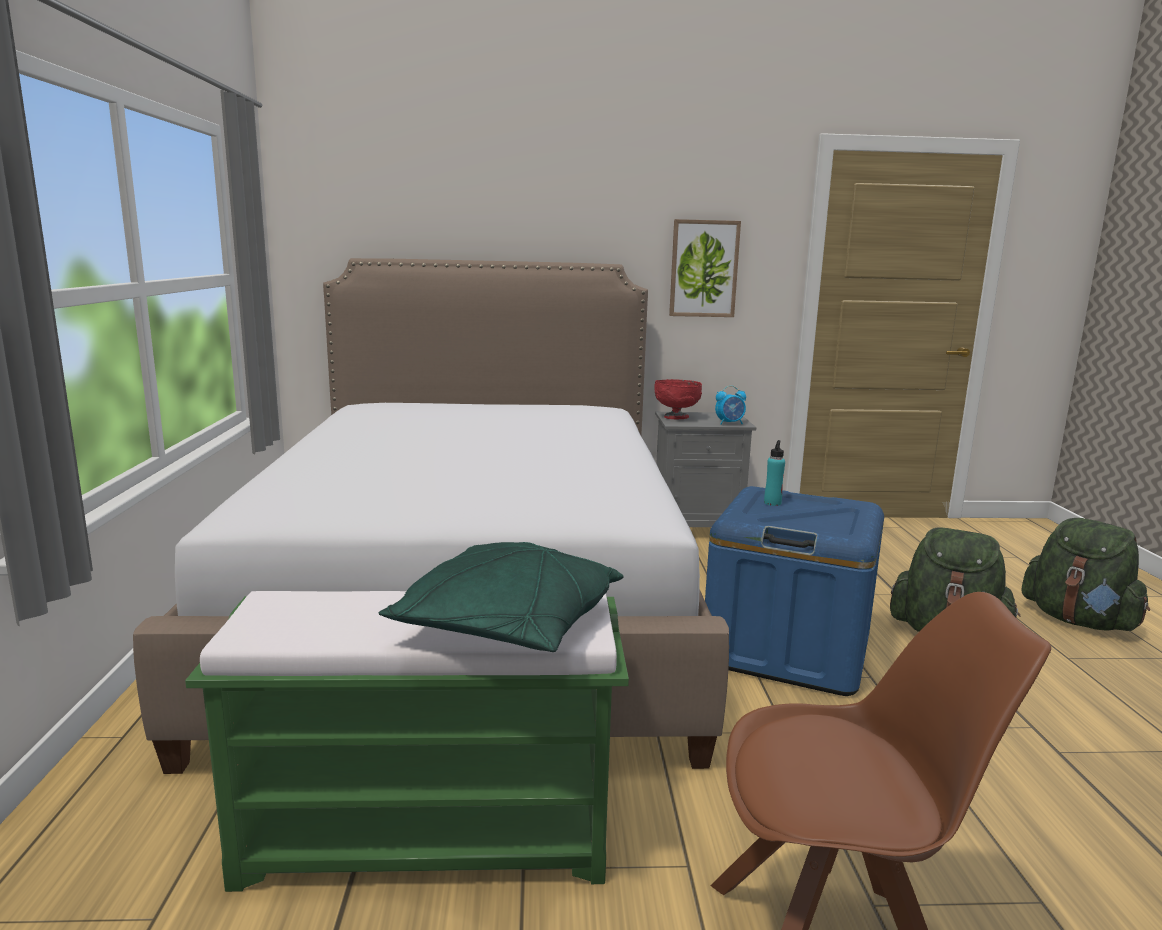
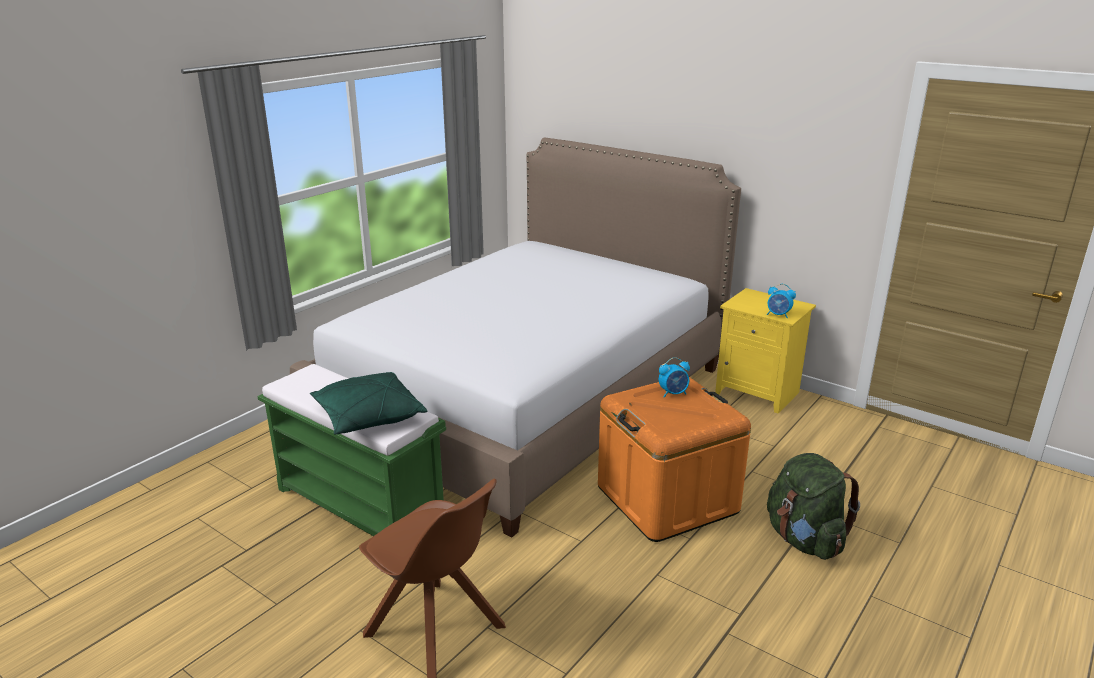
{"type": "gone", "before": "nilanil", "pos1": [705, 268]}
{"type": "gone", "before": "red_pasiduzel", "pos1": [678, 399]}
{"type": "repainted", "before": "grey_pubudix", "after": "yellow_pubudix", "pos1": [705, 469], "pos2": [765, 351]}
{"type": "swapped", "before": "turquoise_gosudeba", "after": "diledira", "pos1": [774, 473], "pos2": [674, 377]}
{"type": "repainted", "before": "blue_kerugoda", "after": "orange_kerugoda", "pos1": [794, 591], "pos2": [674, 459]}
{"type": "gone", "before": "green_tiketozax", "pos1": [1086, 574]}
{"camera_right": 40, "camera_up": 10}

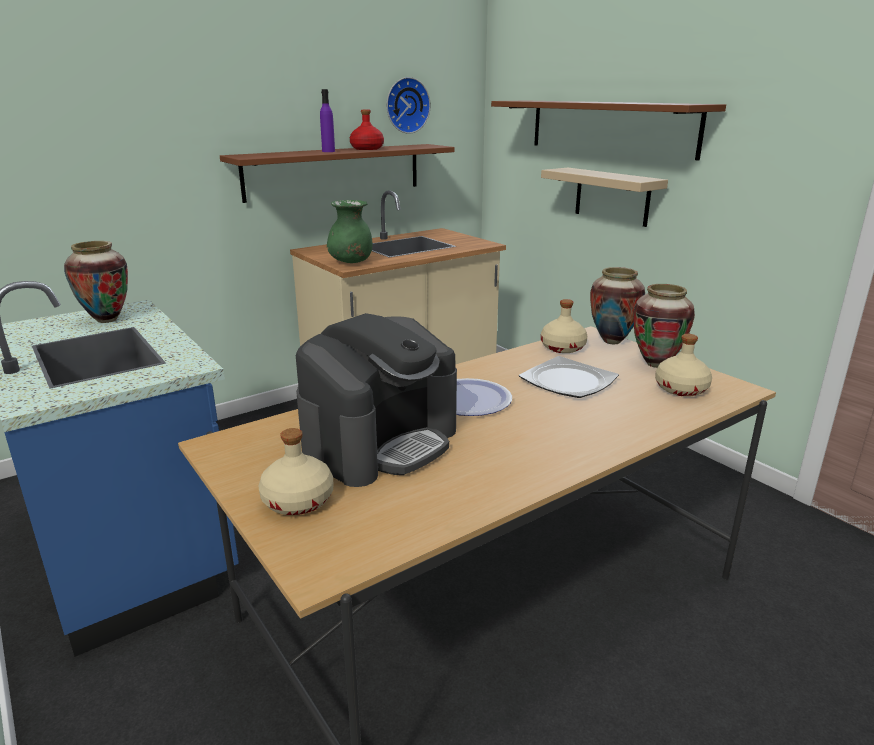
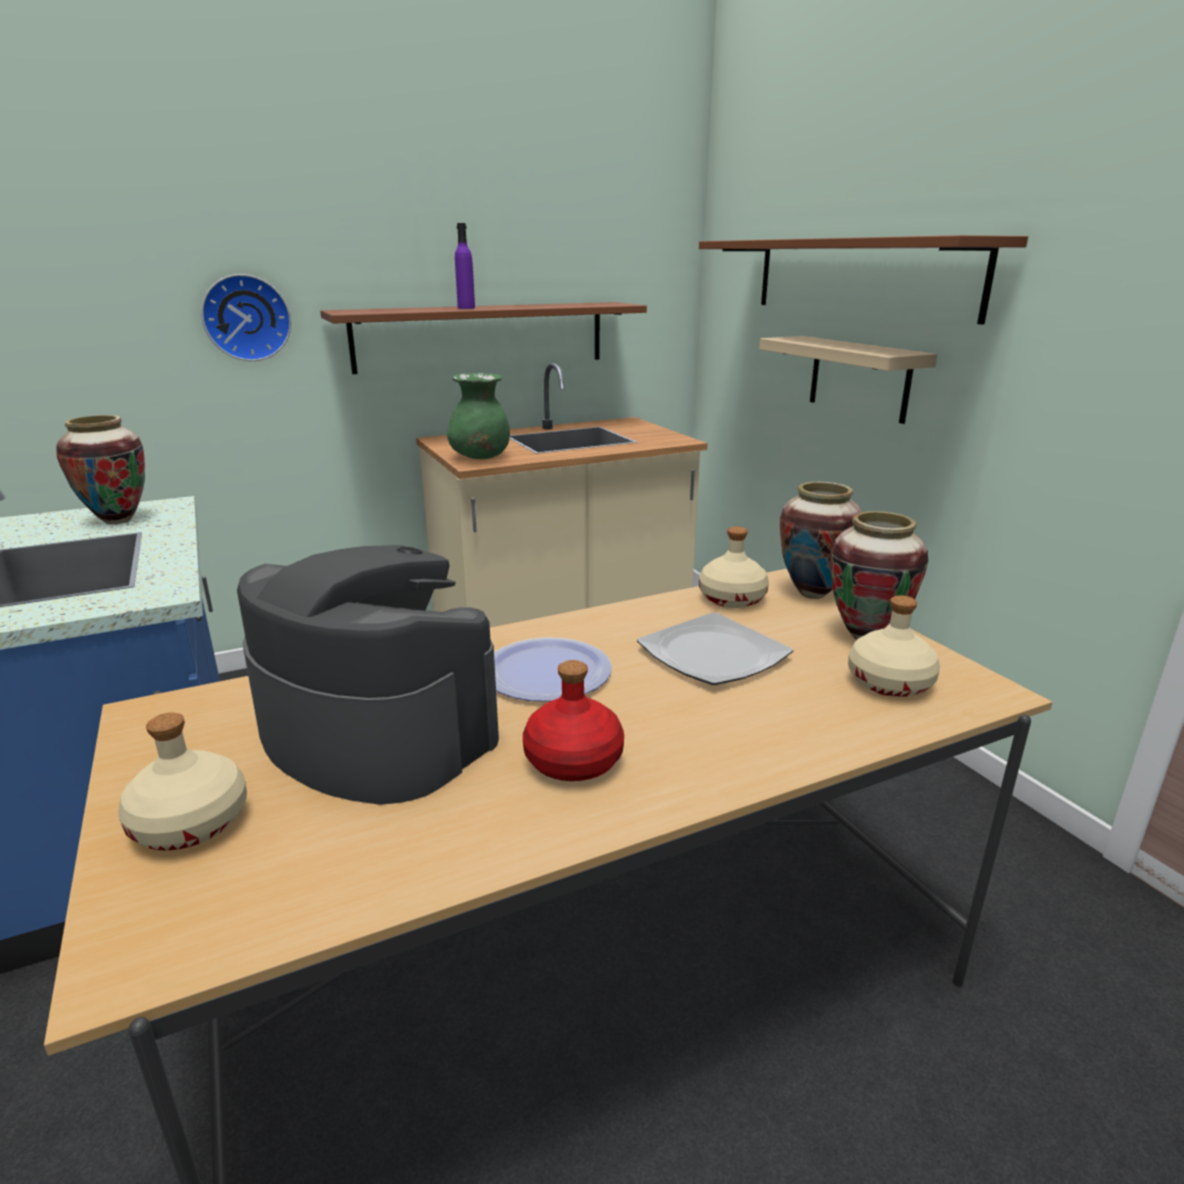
{"type": "shifted", "before": "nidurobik", "pos1": [409, 105], "pos2": [246, 317]}
{"type": "shifted", "before": "red_gosudeba", "pos1": [367, 130], "pos2": [573, 720]}
{"type": "rotated", "before": "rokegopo", "pos1": [376, 400], "pos2": [368, 675], "turn": -105}
{"camera_right": 10, "camera_up": 0}

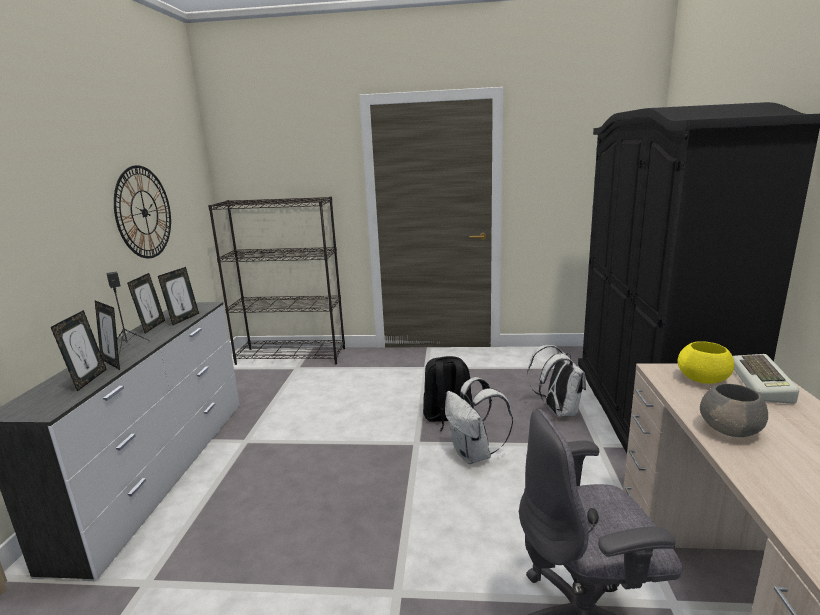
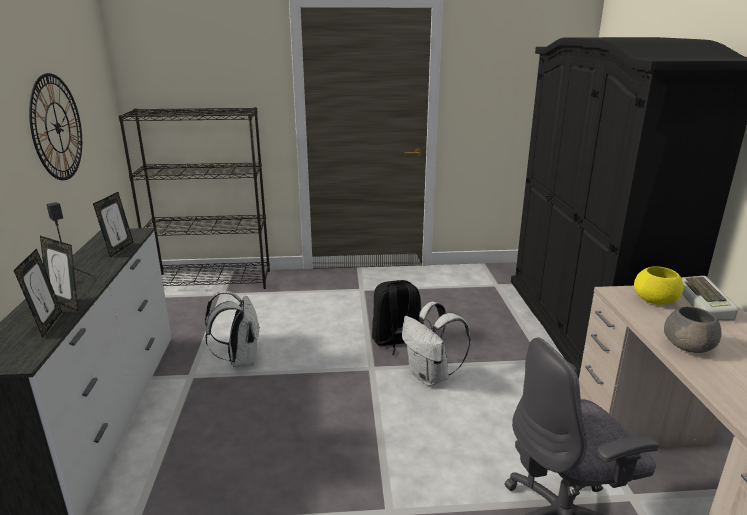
{"type": "gone", "before": "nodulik", "pos1": [146, 303]}
{"type": "shifted", "before": "white_tiketozax", "pos1": [556, 381], "pos2": [232, 329]}
{"camera_right": -10, "camera_up": 5}

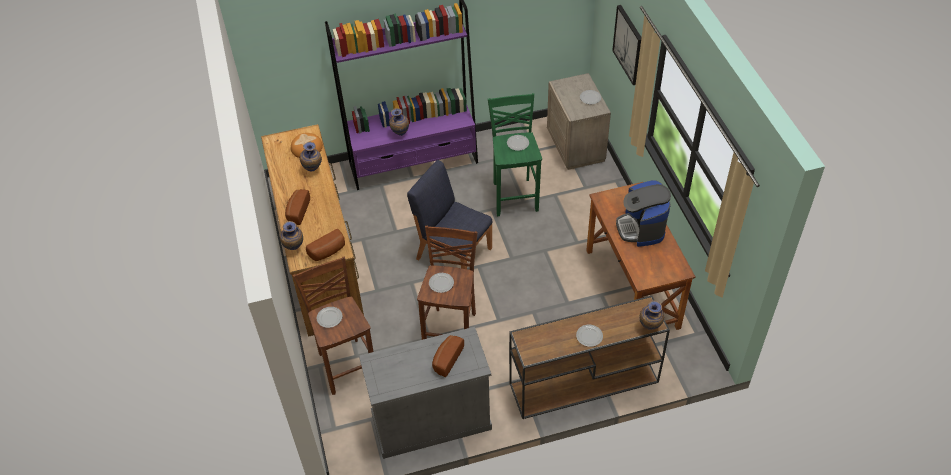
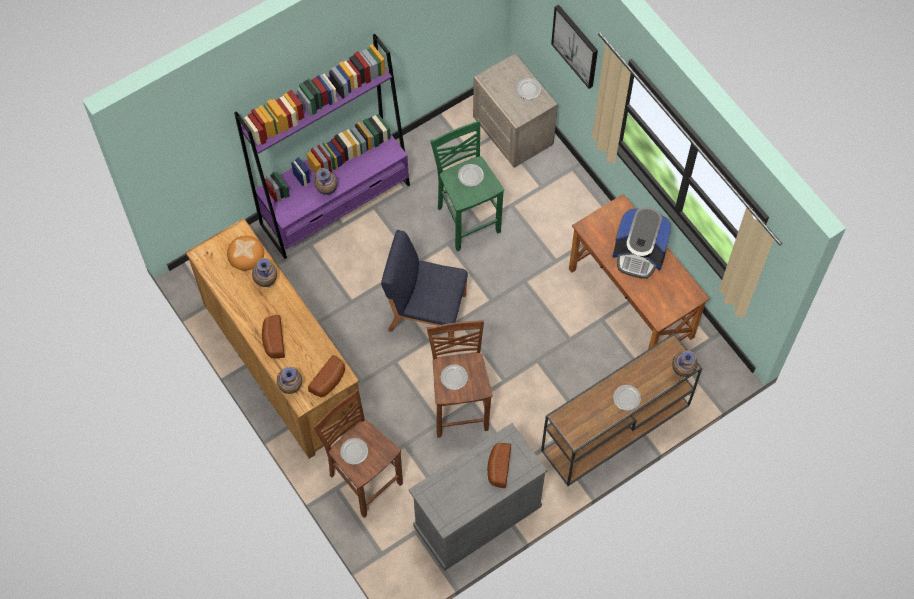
{"type": "rotated", "before": "rokegopo", "pos1": [643, 213], "pos2": [642, 243], "turn": -45}
{"camera_right": -20, "camera_up": 15}

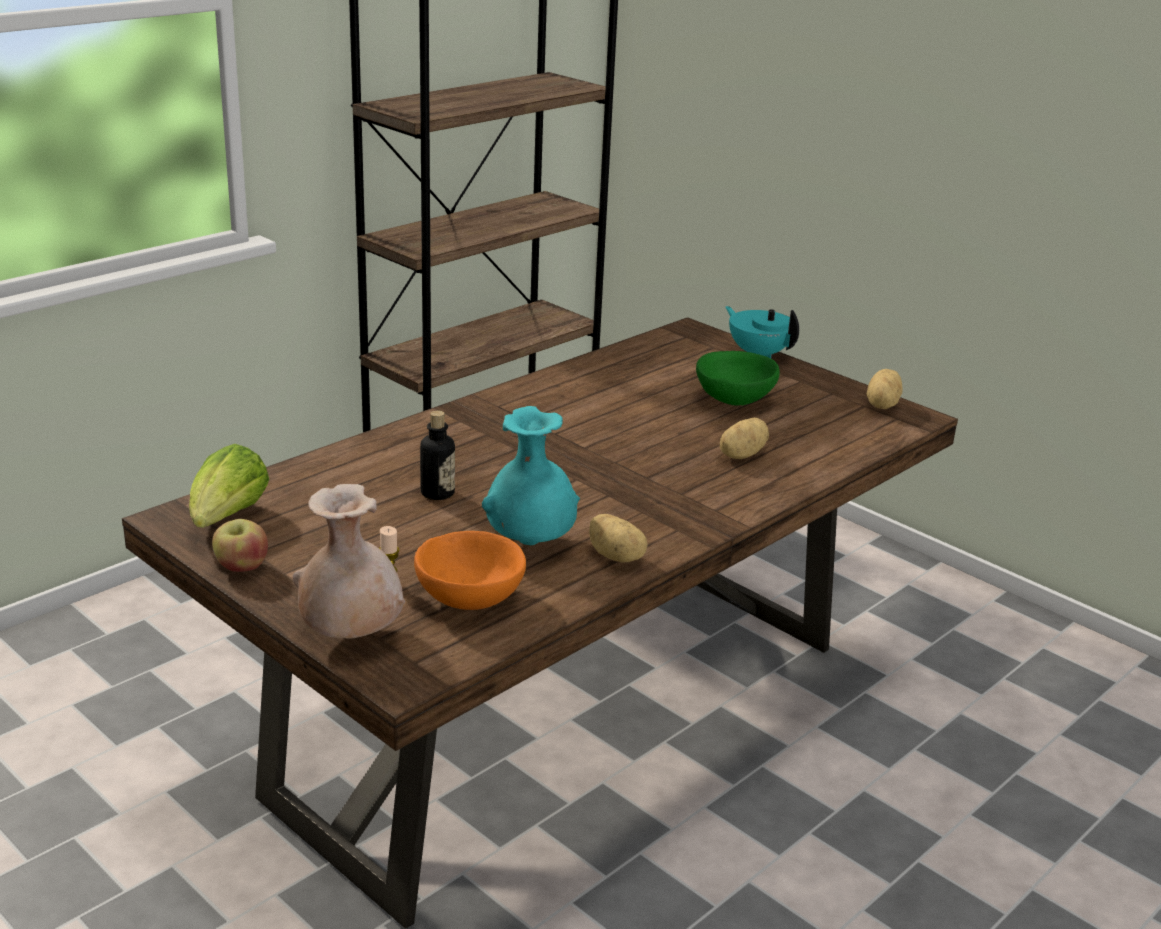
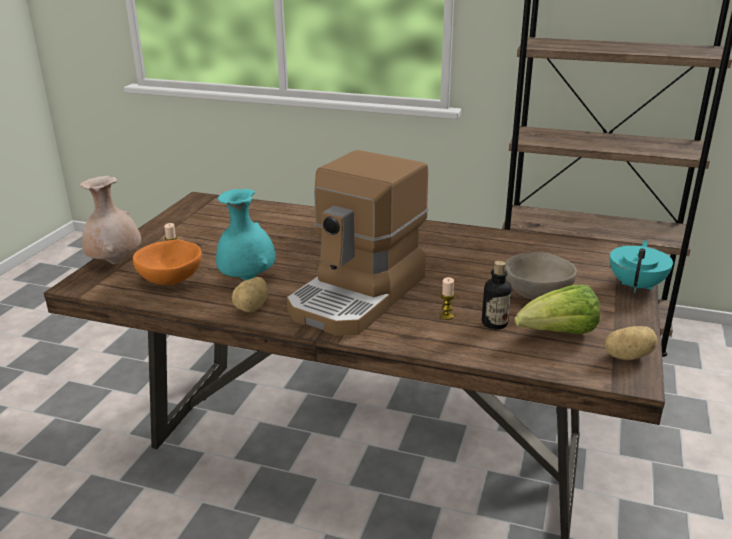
{"type": "repainted", "before": "green_pasiduzel", "after": "beige_pasiduzel", "pos1": [738, 378], "pos2": [541, 275]}
{"type": "shifted", "before": "gosudeba", "pos1": [437, 455], "pos2": [496, 295]}
{"type": "swapped", "before": "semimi", "after": "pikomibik", "pos1": [744, 438], "pos2": [447, 298]}
{"type": "shifted", "before": "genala", "pos1": [229, 486], "pos2": [557, 309]}
{"type": "gone", "before": "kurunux", "pos1": [240, 545]}
{"type": "new", "after": "rokegopo", "pos2": [357, 243]}
{"camera_right": 65, "camera_up": 0}

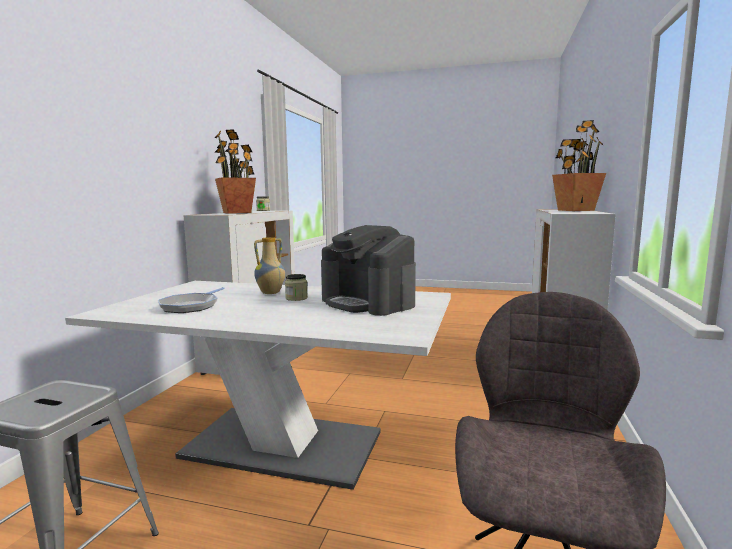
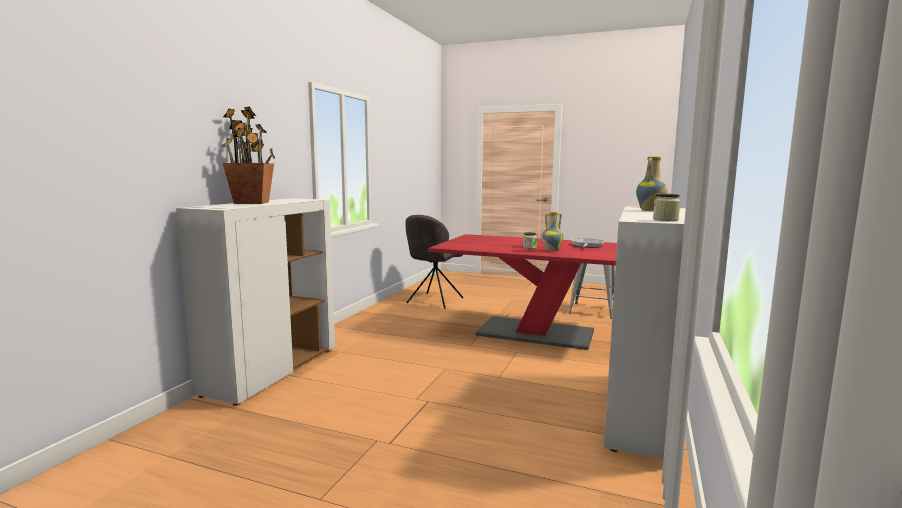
{"type": "swapped", "before": "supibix", "after": "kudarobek", "pos1": [235, 171], "pos2": [651, 184]}
{"type": "gone", "before": "rokegopo", "pos1": [368, 270]}
{"type": "repainted", "before": "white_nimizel", "after": "red_nimizel", "pos1": [258, 385], "pos2": [522, 292]}
{"camera_right": -175, "camera_up": 0}

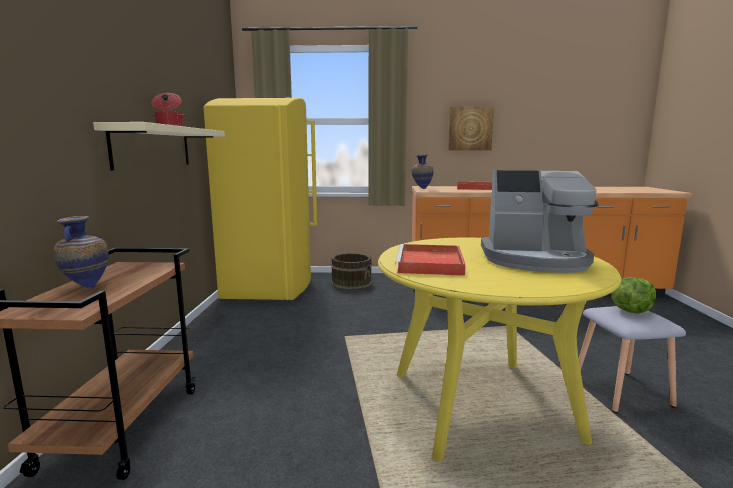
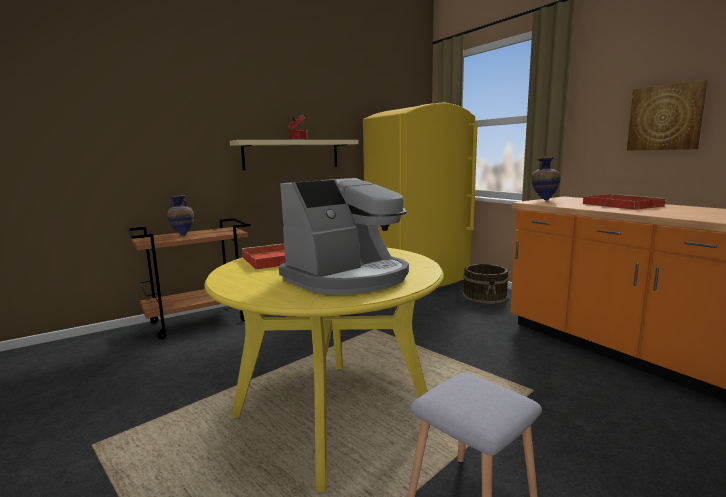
{"type": "rotated", "before": "rokegopo", "pos1": [540, 221], "pos2": [344, 236], "turn": -105}
{"type": "gone", "before": "genala", "pos1": [634, 295]}
{"camera_right": 55, "camera_up": 0}

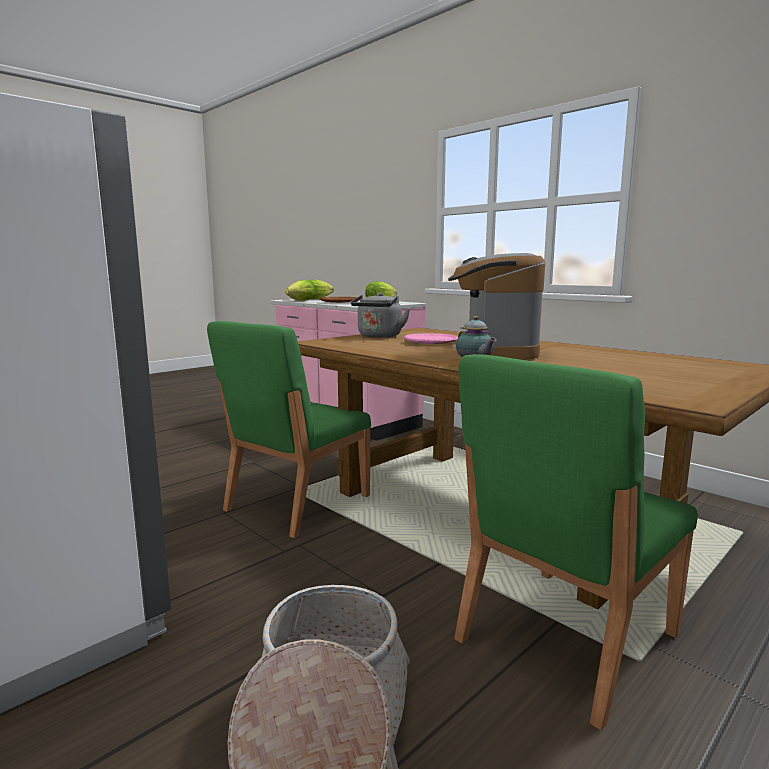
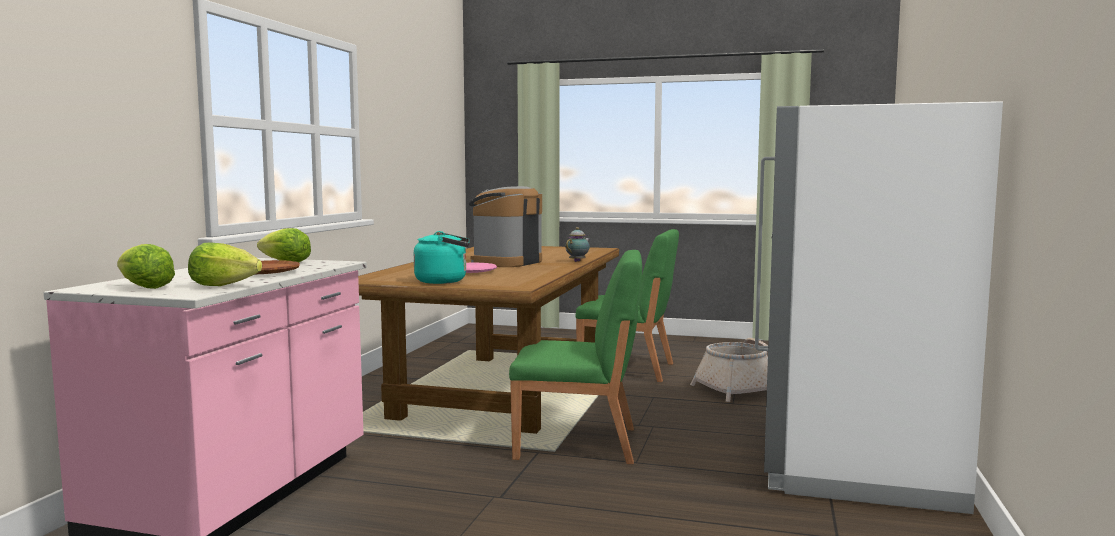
{"type": "rotated", "before": "rokegopo", "pos1": [497, 306], "pos2": [505, 226], "turn": 150}
{"type": "repainted", "before": "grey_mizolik", "after": "turquoise_mizolik", "pos1": [380, 315], "pos2": [441, 257]}
{"camera_right": -120, "camera_up": -5}

